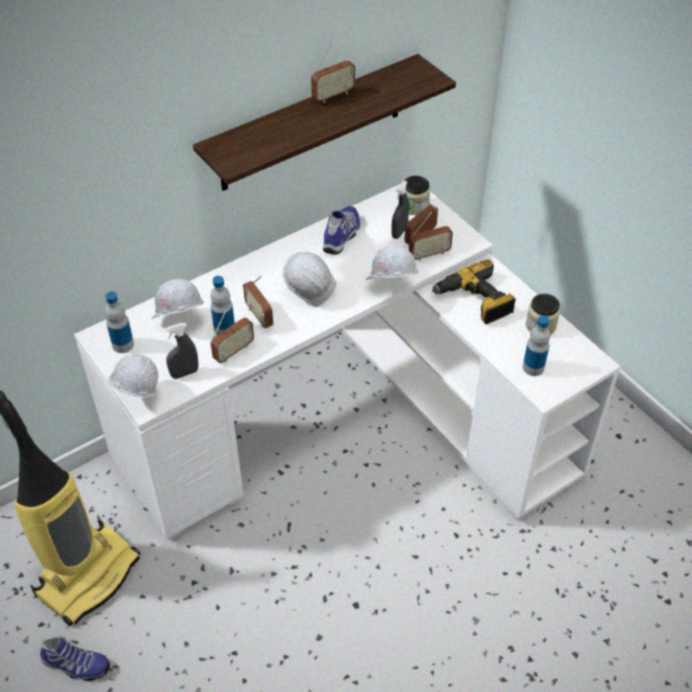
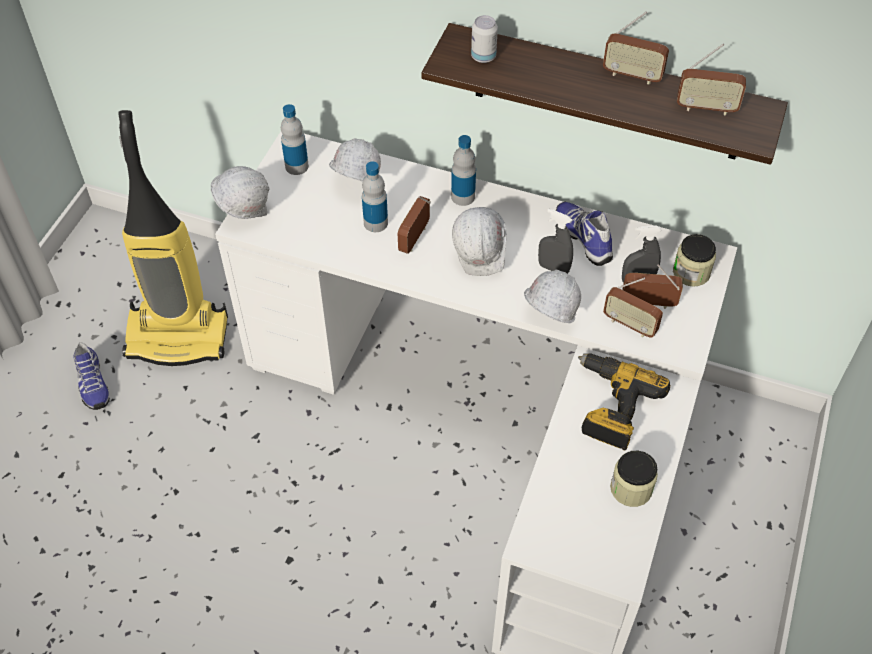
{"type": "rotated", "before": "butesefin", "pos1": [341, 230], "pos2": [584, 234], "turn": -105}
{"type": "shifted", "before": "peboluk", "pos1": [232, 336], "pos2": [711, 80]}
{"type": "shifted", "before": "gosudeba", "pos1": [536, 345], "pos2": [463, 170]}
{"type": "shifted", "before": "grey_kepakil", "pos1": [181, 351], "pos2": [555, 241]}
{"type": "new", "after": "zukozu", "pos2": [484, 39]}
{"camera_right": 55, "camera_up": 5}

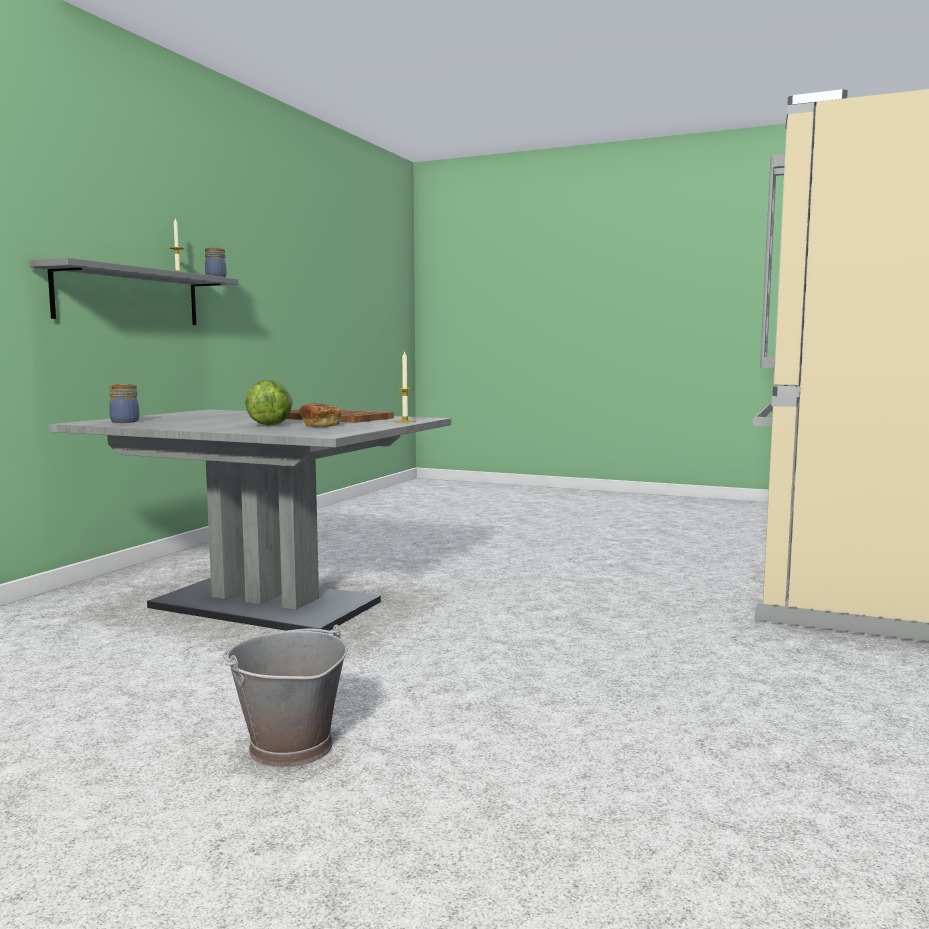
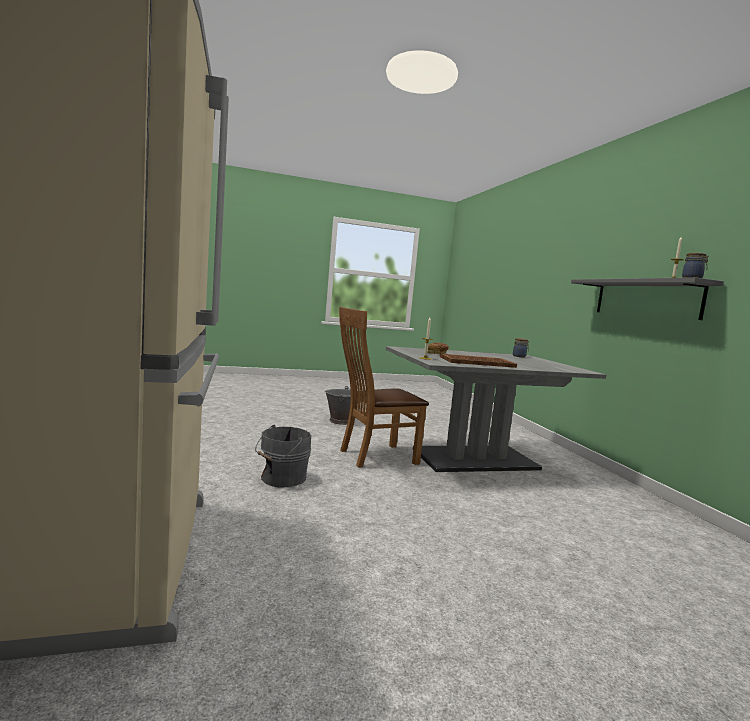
{"type": "gone", "before": "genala", "pos1": [269, 402]}
{"type": "new", "after": "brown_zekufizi", "pos2": [384, 387]}
{"type": "new", "after": "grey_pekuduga", "pos2": [283, 456]}
{"camera_right": 140, "camera_up": 0}

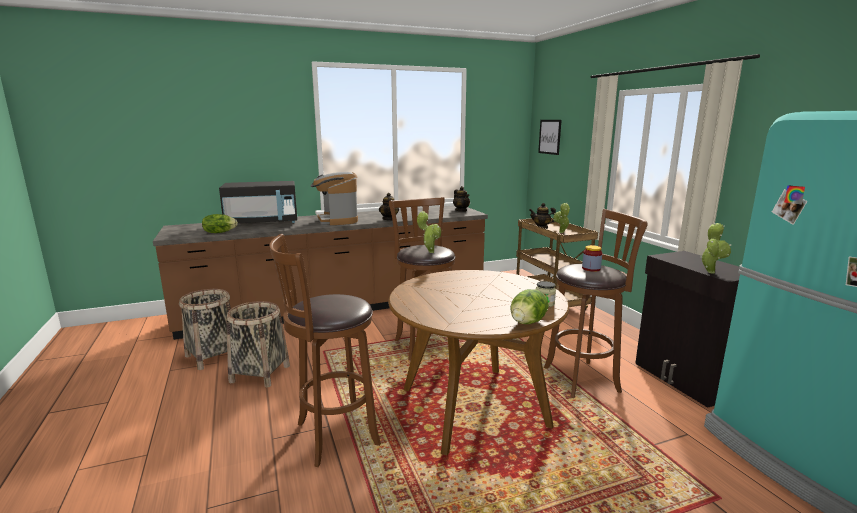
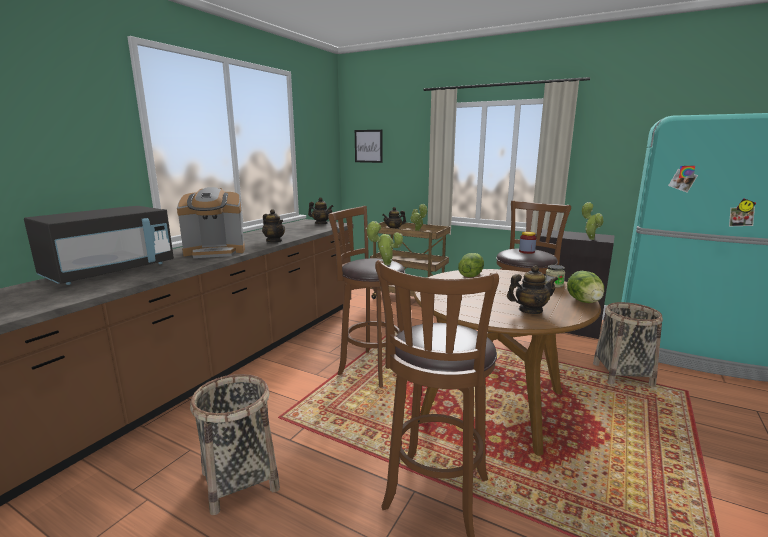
{"type": "rotated", "before": "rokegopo", "pos1": [334, 198], "pos2": [211, 222], "turn": -45}
{"type": "shifted", "before": "genala", "pos1": [220, 223], "pos2": [471, 265]}
{"type": "shifted", "before": "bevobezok", "pos1": [205, 329], "pos2": [628, 344]}
{"type": "new", "after": "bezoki", "pos2": [532, 289]}
{"camera_right": -40, "camera_up": 0}

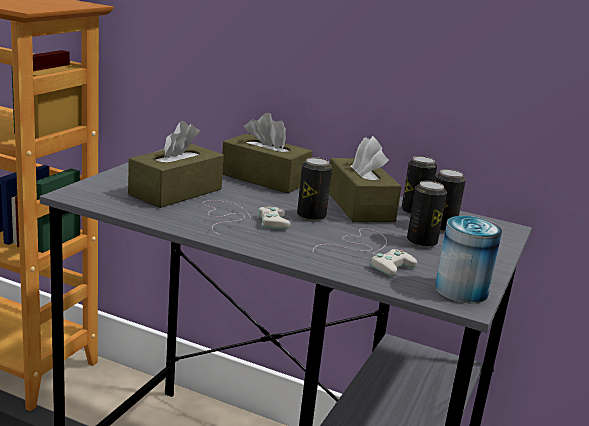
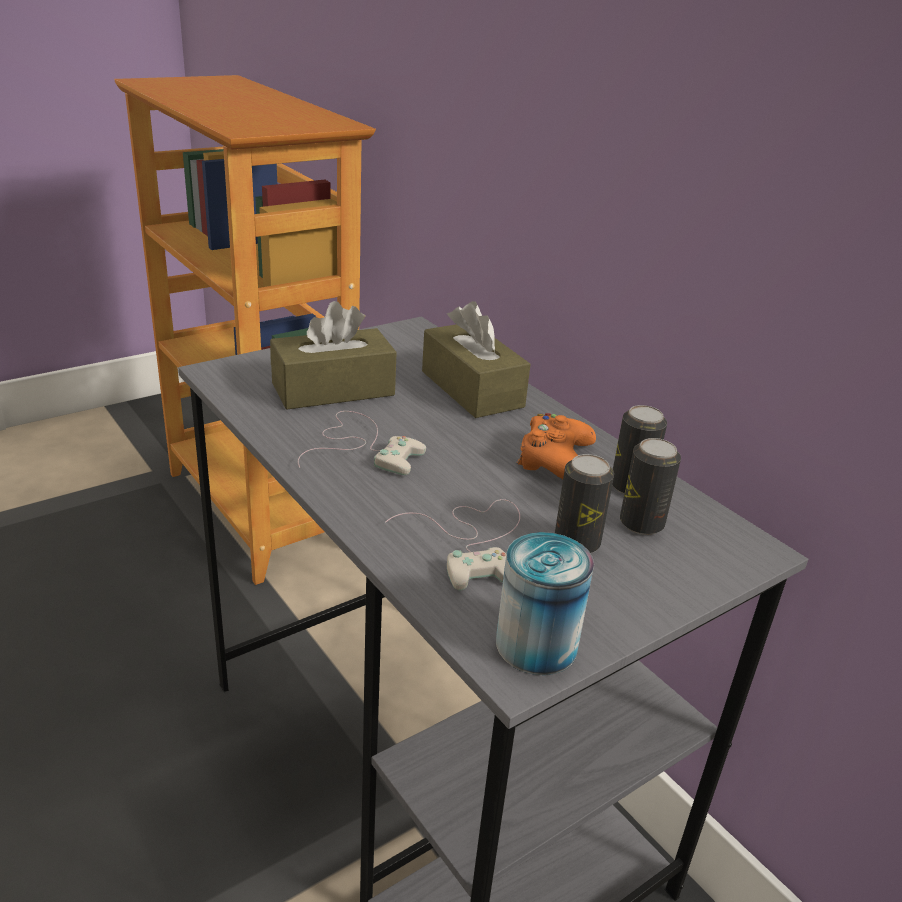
{"type": "swapped", "before": "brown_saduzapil", "after": "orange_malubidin", "pos1": [365, 179], "pos2": [556, 446]}
{"type": "gone", "before": "zukozu", "pos1": [314, 189]}
{"camera_right": 30, "camera_up": 10}

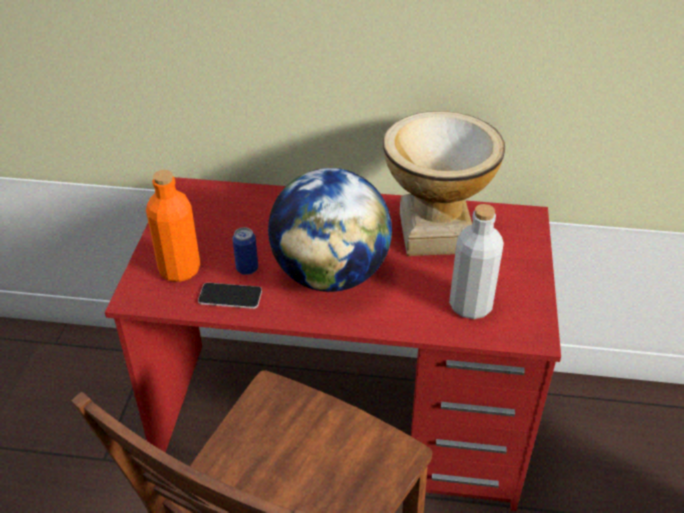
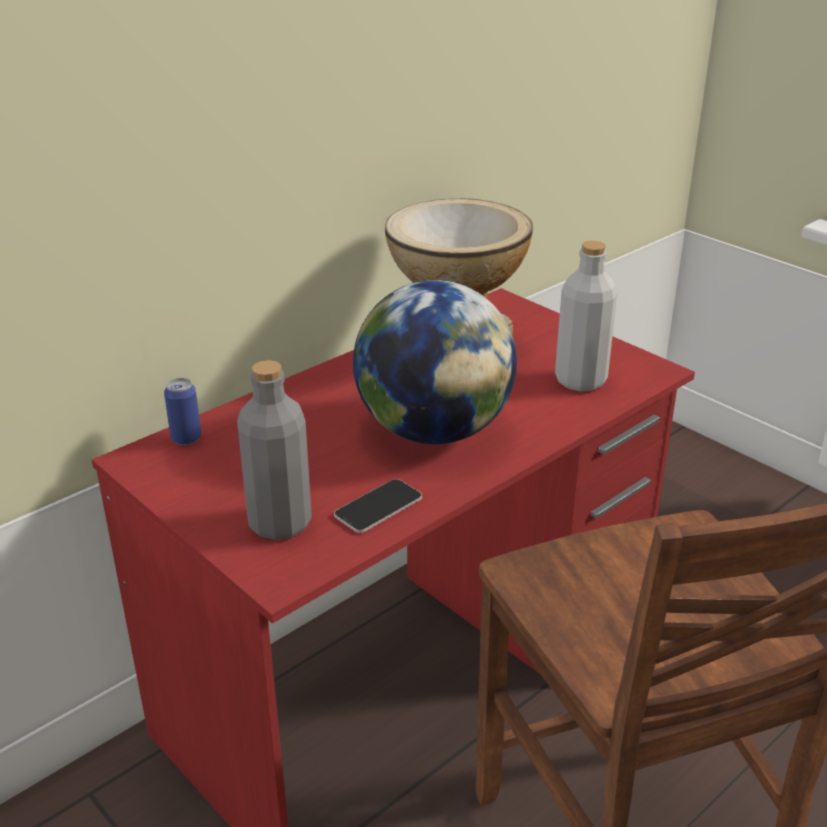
{"type": "repainted", "before": "orange_gosudeba", "after": "grey_gosudeba", "pos1": [173, 226], "pos2": [274, 450]}
{"type": "shifted", "before": "zukozu", "pos1": [245, 251], "pos2": [182, 411]}
{"camera_right": -50, "camera_up": -10}

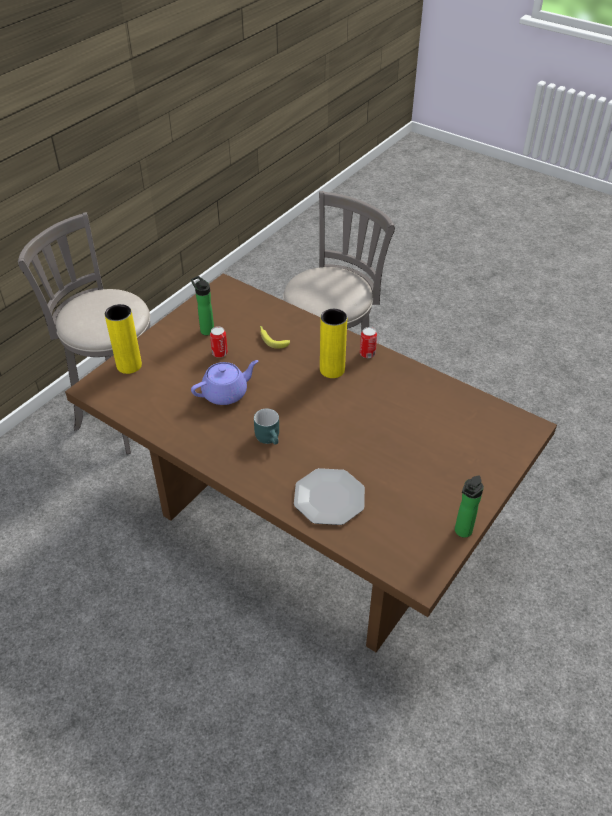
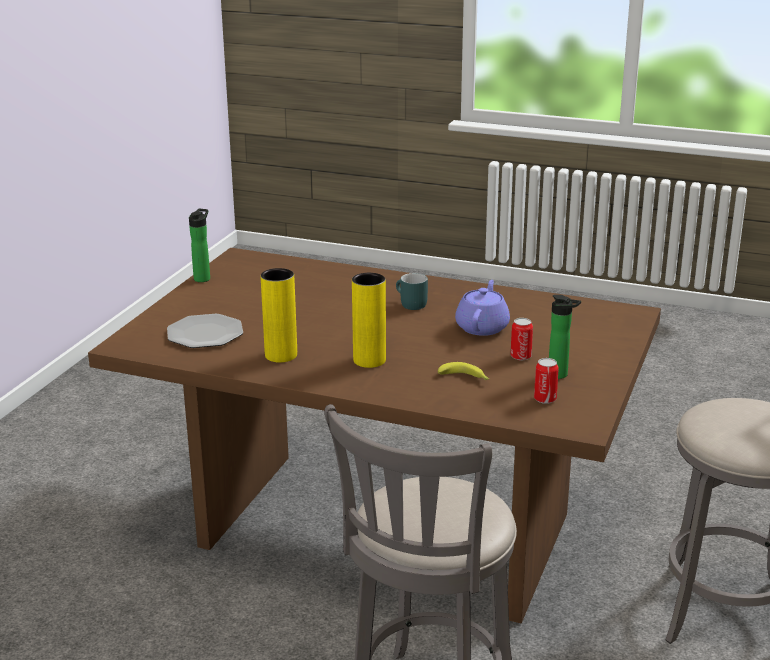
{"type": "shifted", "before": "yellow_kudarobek", "pos1": [123, 339], "pos2": [279, 315]}
{"type": "shifted", "before": "zukozu", "pos1": [368, 342], "pos2": [546, 381]}
{"type": "rotated", "before": "purple_bezoki", "pos1": [224, 382], "pos2": [482, 308], "turn": 150}
{"type": "shifted", "before": "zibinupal", "pos1": [329, 496], "pos2": [205, 331]}
{"camera_right": 165, "camera_up": -20}

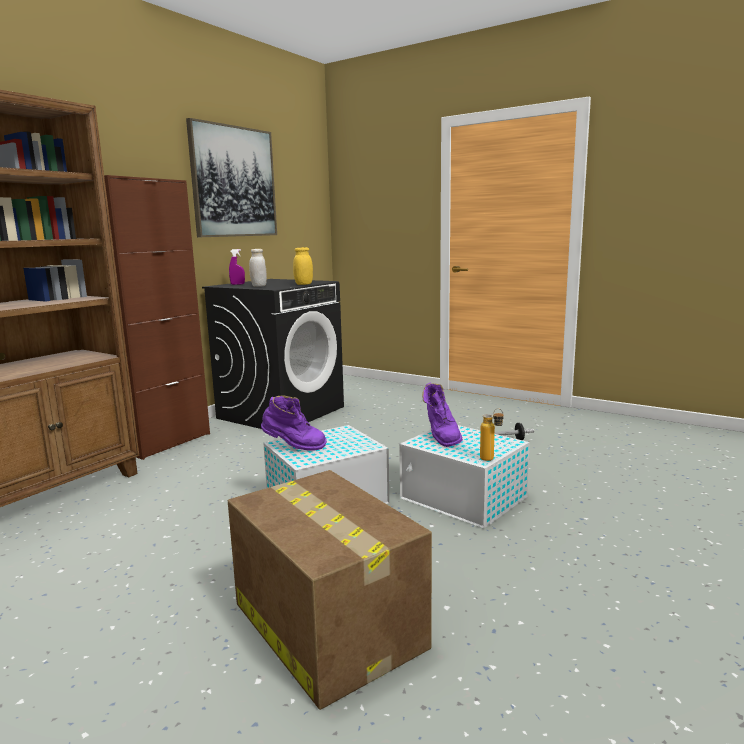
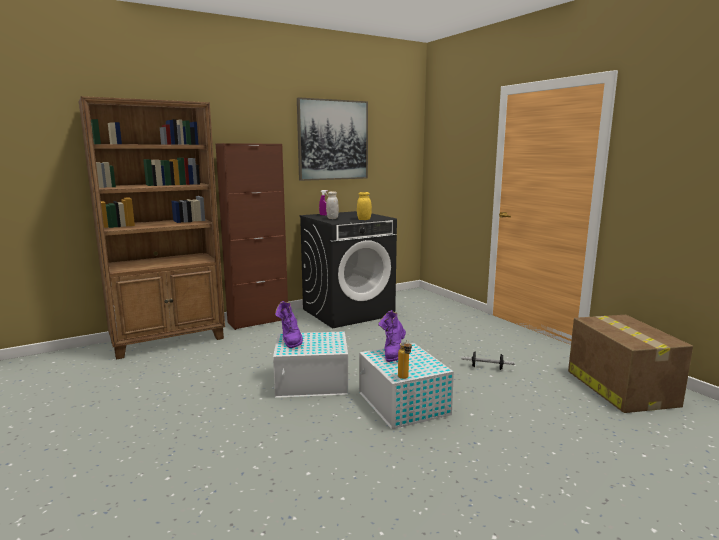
{"type": "rotated", "before": "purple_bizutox", "pos1": [294, 423], "pos2": [289, 324], "turn": 45}
{"type": "shifted", "before": "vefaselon", "pos1": [330, 590], "pos2": [630, 364]}
{"camera_right": 25, "camera_up": 0}

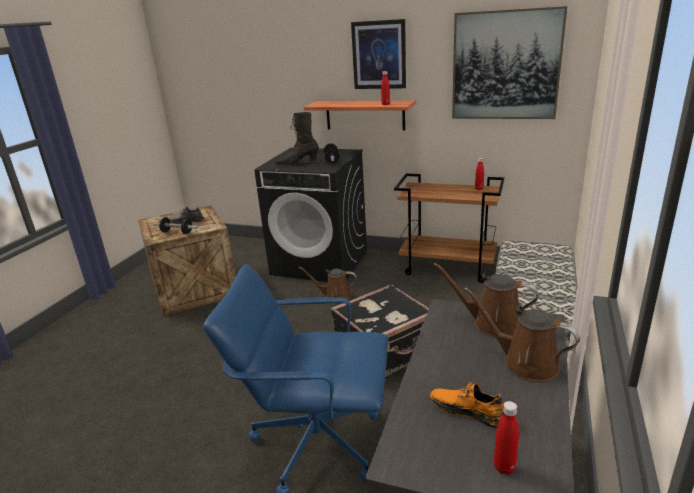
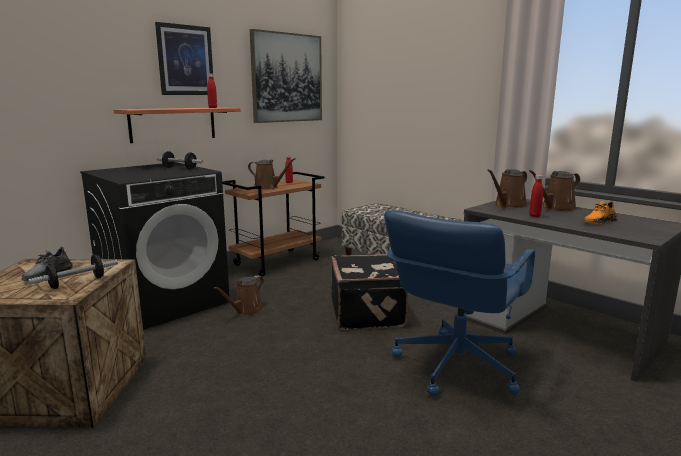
{"type": "gone", "before": "black_bizutox", "pos1": [297, 139]}
{"type": "shifted", "before": "red_gosudeba", "pos1": [506, 438], "pos2": [536, 196]}
{"type": "new", "after": "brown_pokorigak", "pos2": [272, 174]}
{"camera_right": -65, "camera_up": -10}

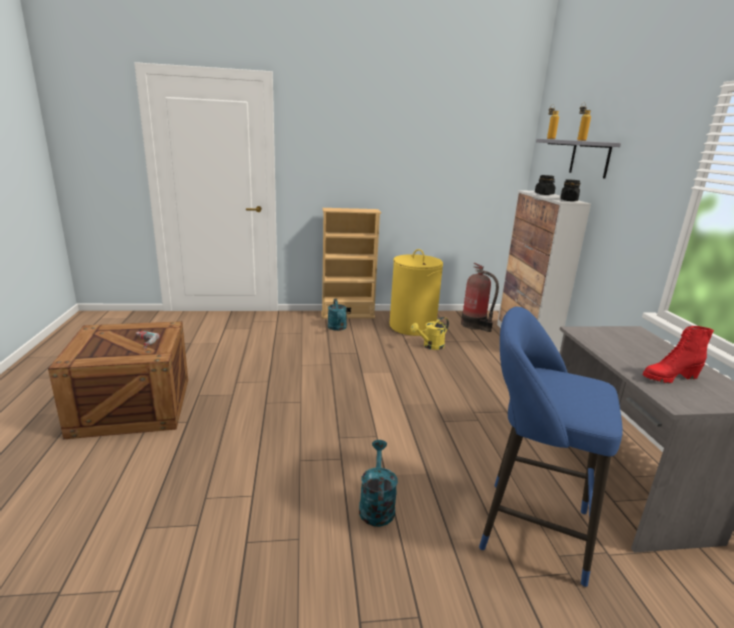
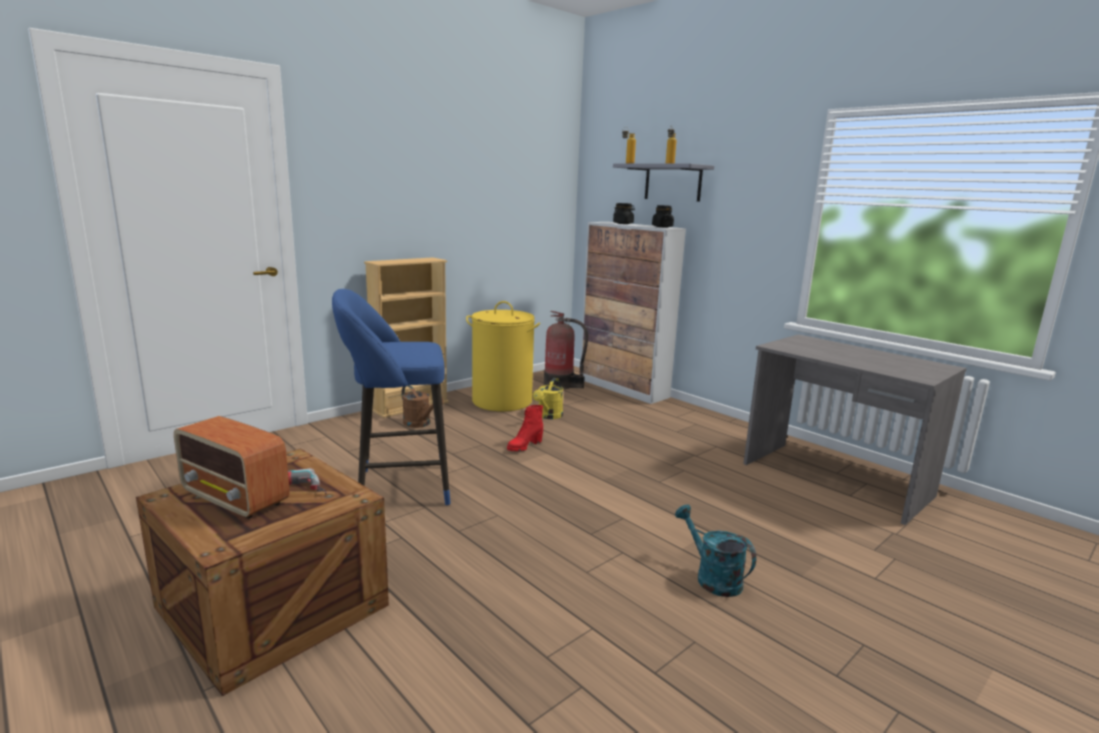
{"type": "repainted", "before": "turquoise_pokorigak", "after": "brown_pokorigak", "pos1": [337, 315], "pos2": [422, 406]}
{"type": "shifted", "before": "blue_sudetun", "pos1": [551, 447], "pos2": [391, 397]}
{"type": "shifted", "before": "red_bizutox", "pos1": [678, 354], "pos2": [525, 428]}
{"type": "new", "after": "peboluk", "pos2": [232, 467]}
{"camera_right": -35, "camera_up": -5}

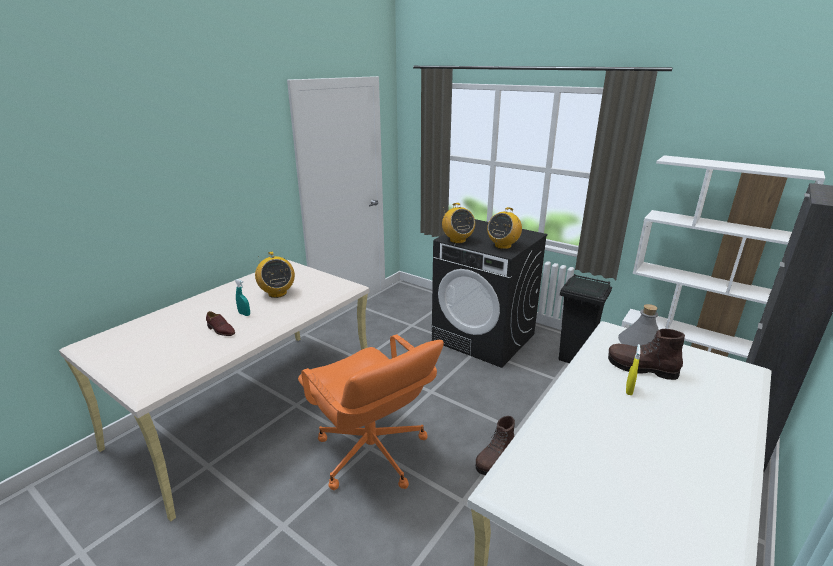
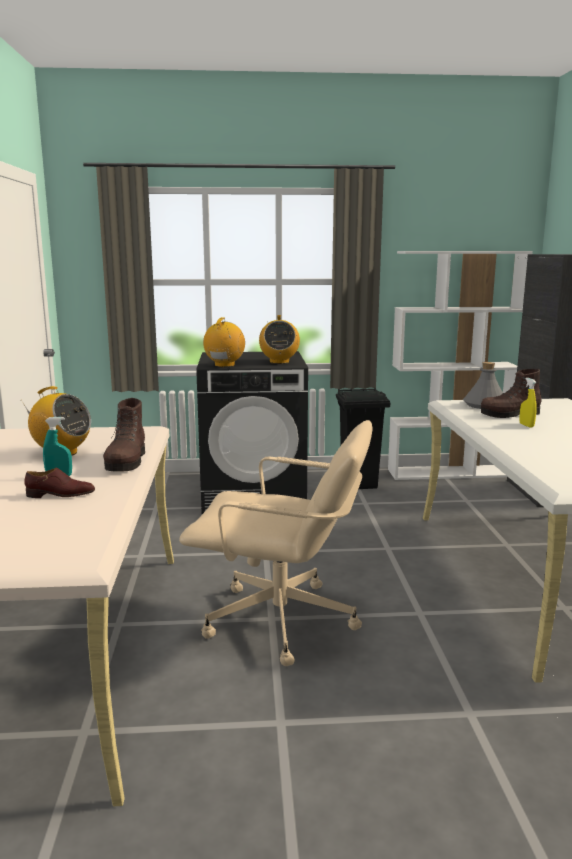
{"type": "rotated", "before": "peboluk", "pos1": [458, 223], "pos2": [224, 342], "turn": -105}
{"type": "repainted", "before": "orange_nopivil", "after": "beige_nopivil", "pos1": [371, 412], "pos2": [275, 543]}
{"type": "shifted", "before": "brown_bizutox", "pos1": [495, 445], "pos2": [124, 435]}
{"camera_right": -40, "camera_up": -10}

